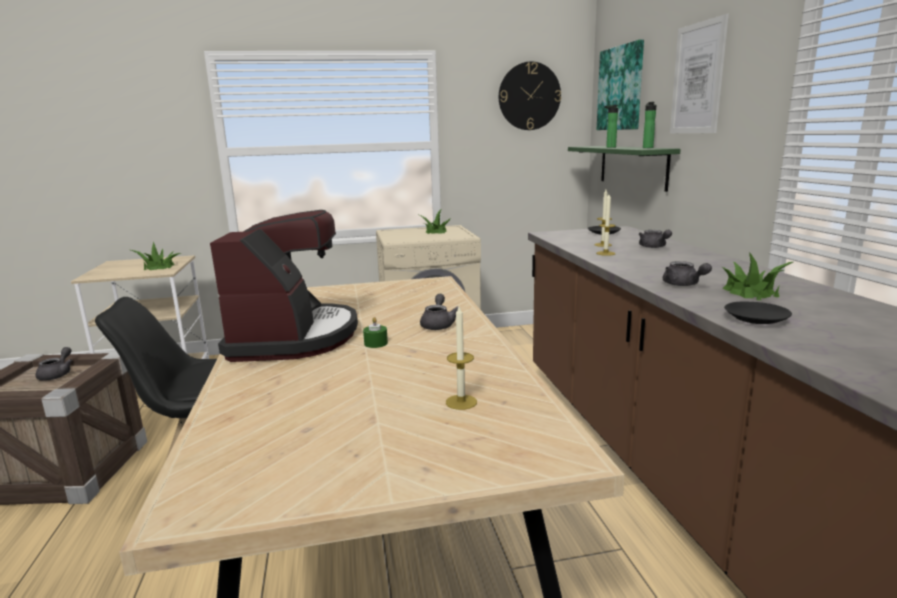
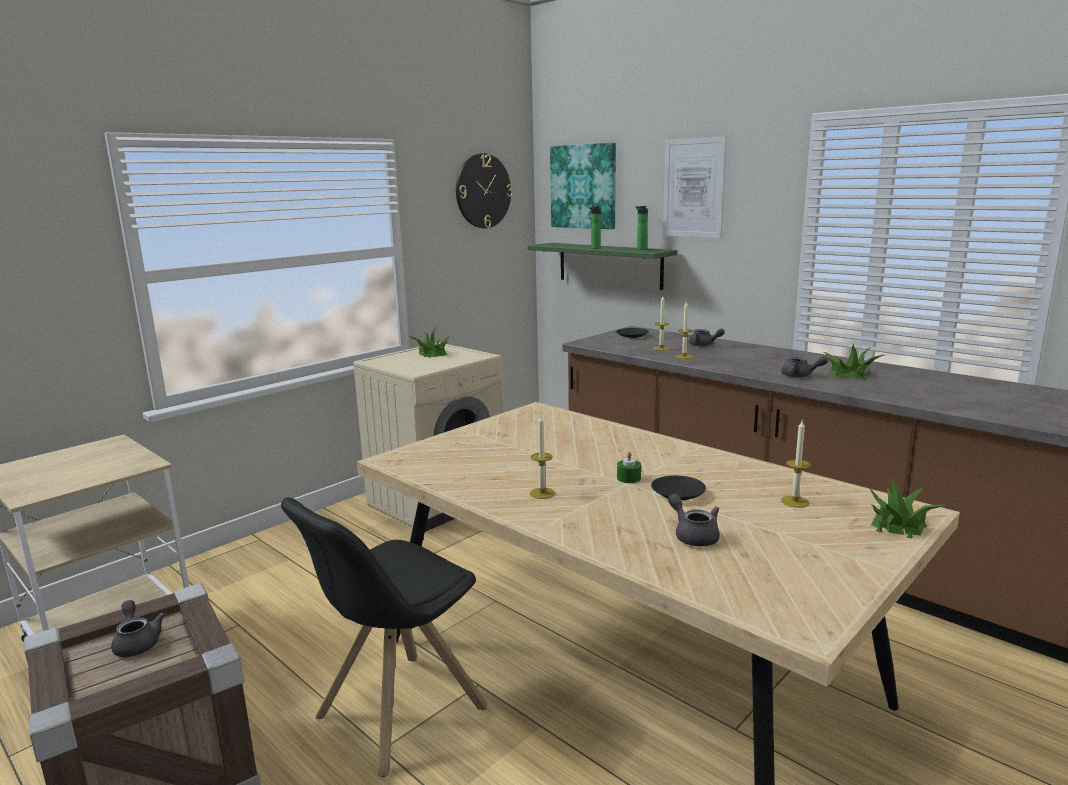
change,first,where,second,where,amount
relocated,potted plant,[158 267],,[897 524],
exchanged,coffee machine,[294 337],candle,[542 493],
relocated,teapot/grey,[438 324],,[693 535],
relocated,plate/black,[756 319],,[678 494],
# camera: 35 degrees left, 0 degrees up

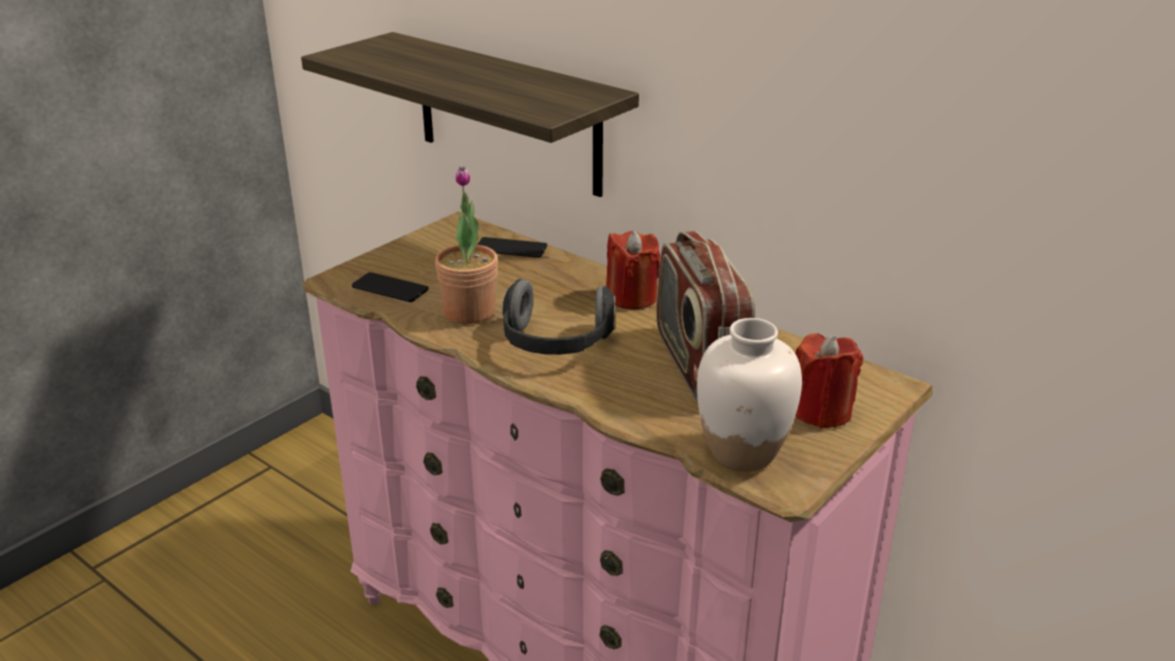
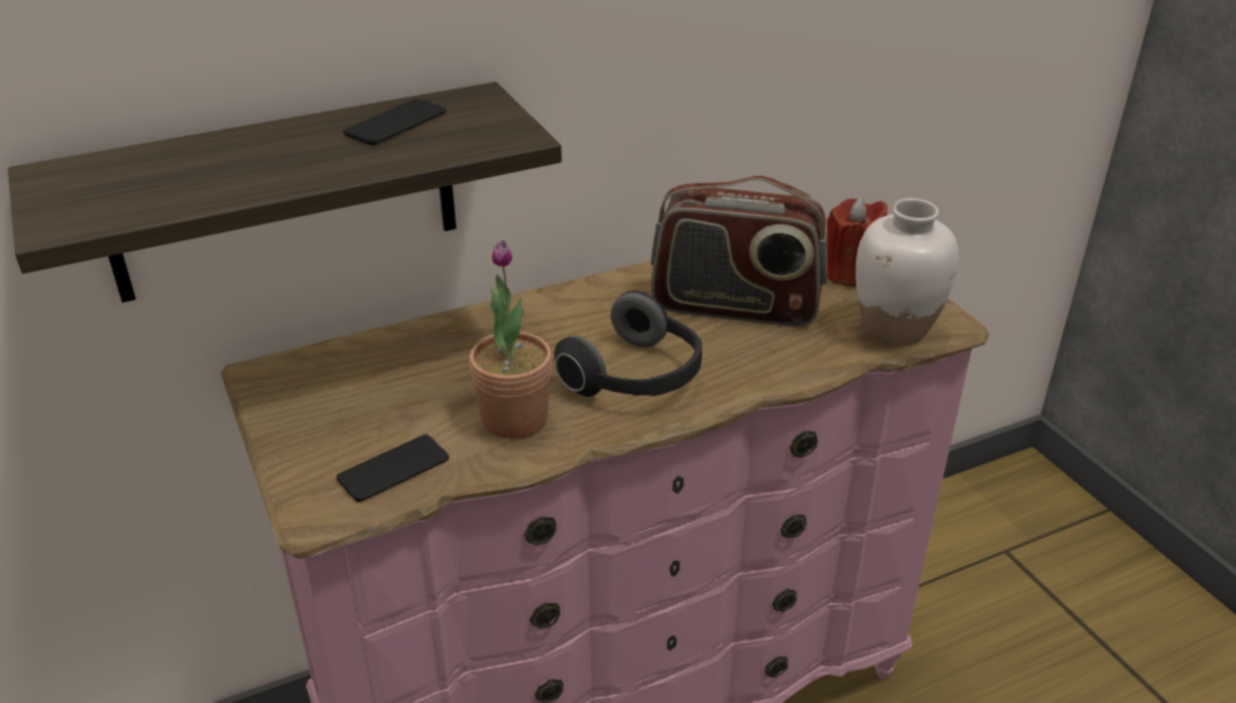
change,first,where,second,where,amount
relocated,phone,[511 248],,[396 123],
missing,candle/red,[631 297],,,
# camera: 65 degrees left, 5 degrees up

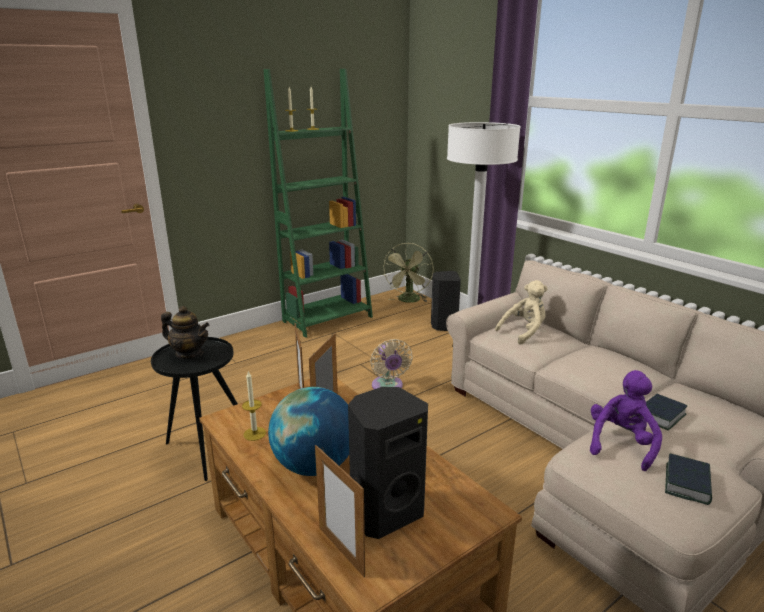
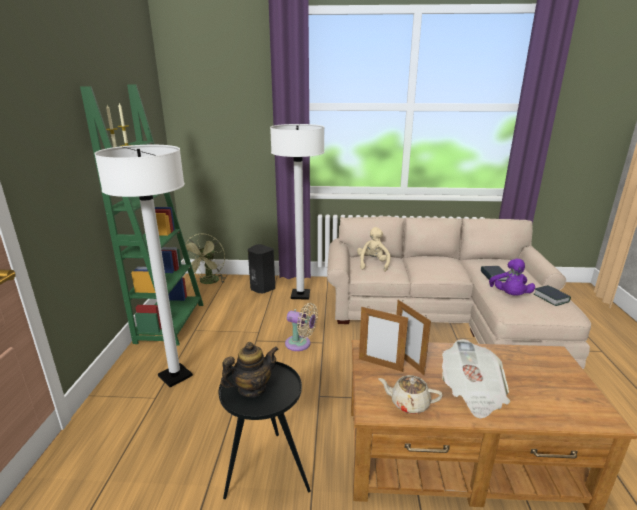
change,first,where,second,where,amount
exchanged,candle,[254 434],teapot/beige,[408 403],
exchanged,globe,[314 466],newspaper,[472 392],
missing,picture frame,[341 551],,,
missing,speaker/black,[385 512],,,
spun,fan/green,[408 301],,[208 282],45 degrees clockwise
spun,plush toy/purple,[621 444],,[509 295],150 degrees counterclockwise
appeared,,,floor lamp/white,[175 376],
# camera: 50 degrees left, 0 degrees up

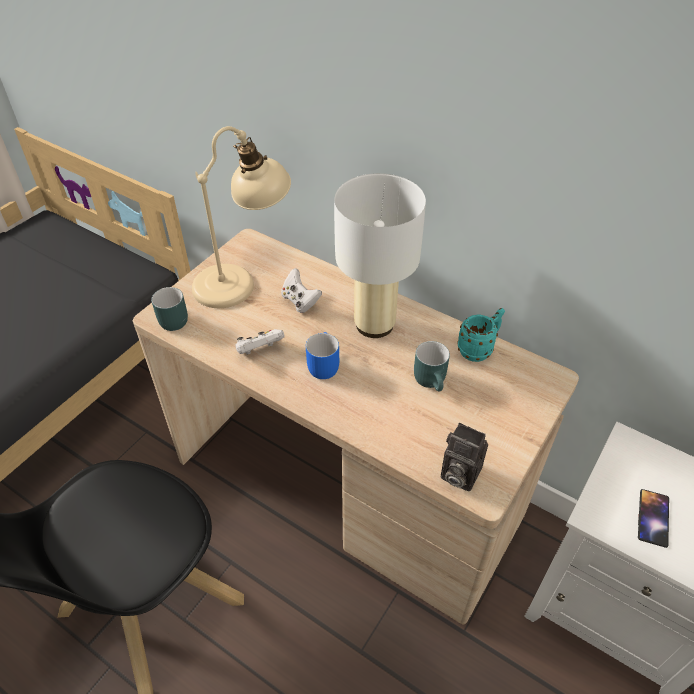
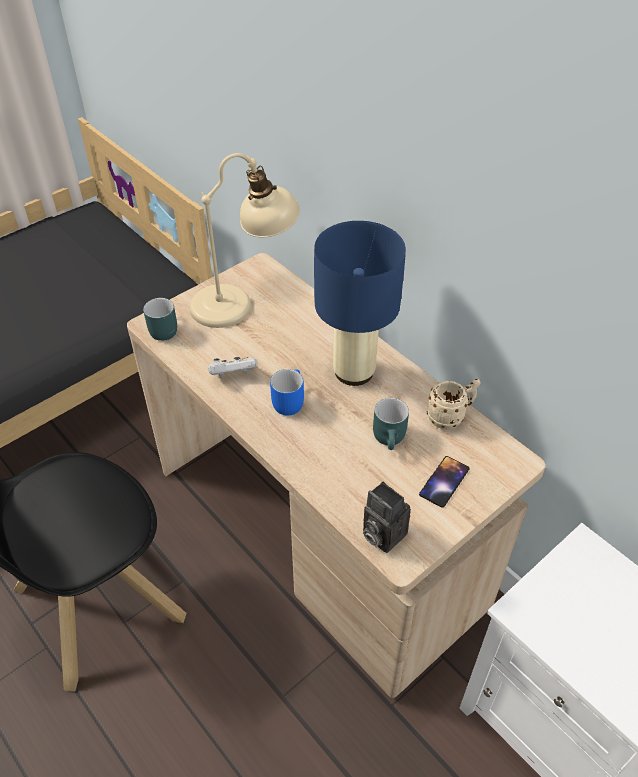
change,first,where,second,where,amount
missing,game controller/white,[300 301],,,
colour,table lamp/white,[375 324],table lamp/blue,[355 372],
colour,mug/turquoise,[479 349],mug/beige,[450 417],
relocated,phone,[653 518],,[444 481],
# camera: 15 degrees right, 0 degrees up

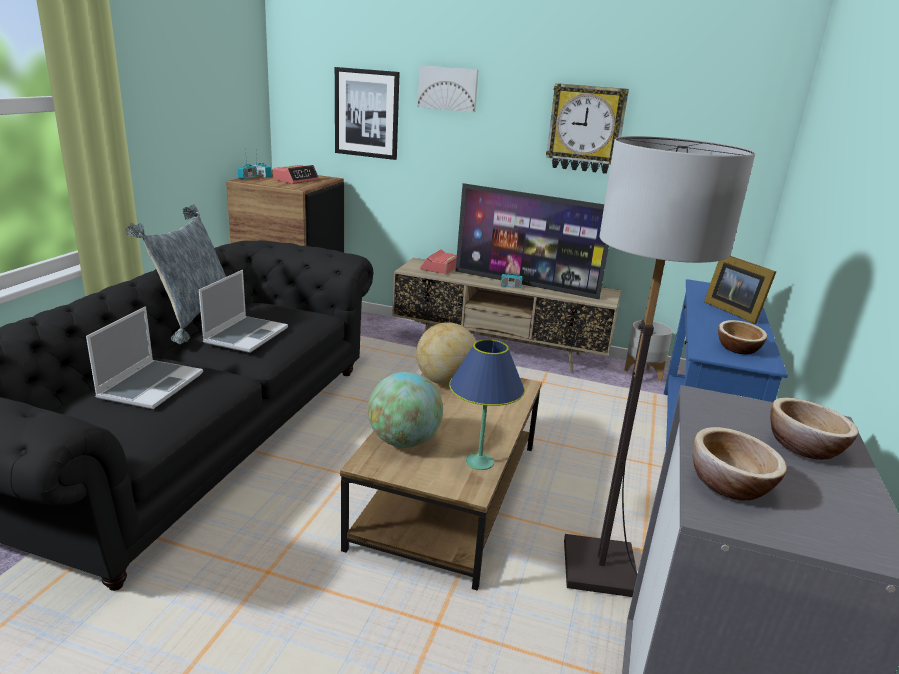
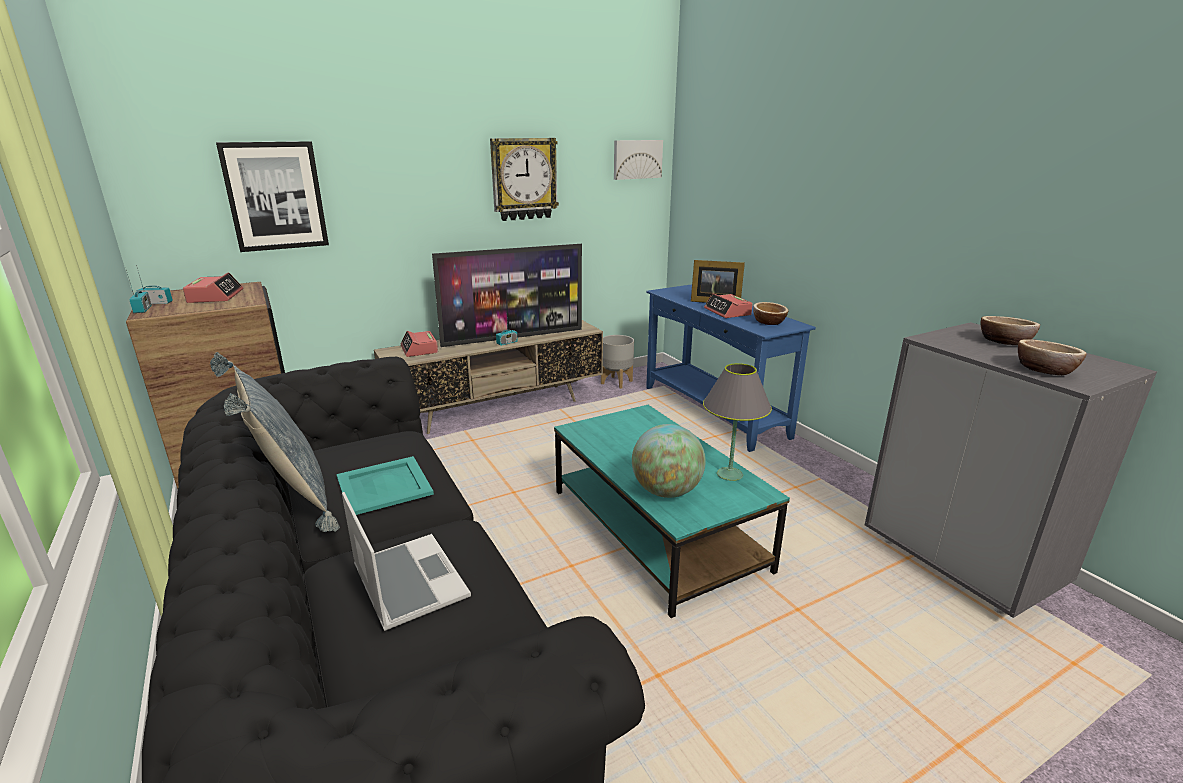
change,first,where,second,where,amount
exchanged,laptop,[246 335],tray/turquoise,[383 485],
colour,coffee table/brown,[449 492],coffee table/turquoise,[654 528],
missing,globe,[445 381],,,
relocated,picture,[448 88],,[637 159],
colour,table lamp/blue,[479 462],table lamp/grey,[730 474],
missing,floor lamp,[624 580],,,
appeared,,,alarm clock,[727 312],
# camera: 45 degrees left, 0 degrees up

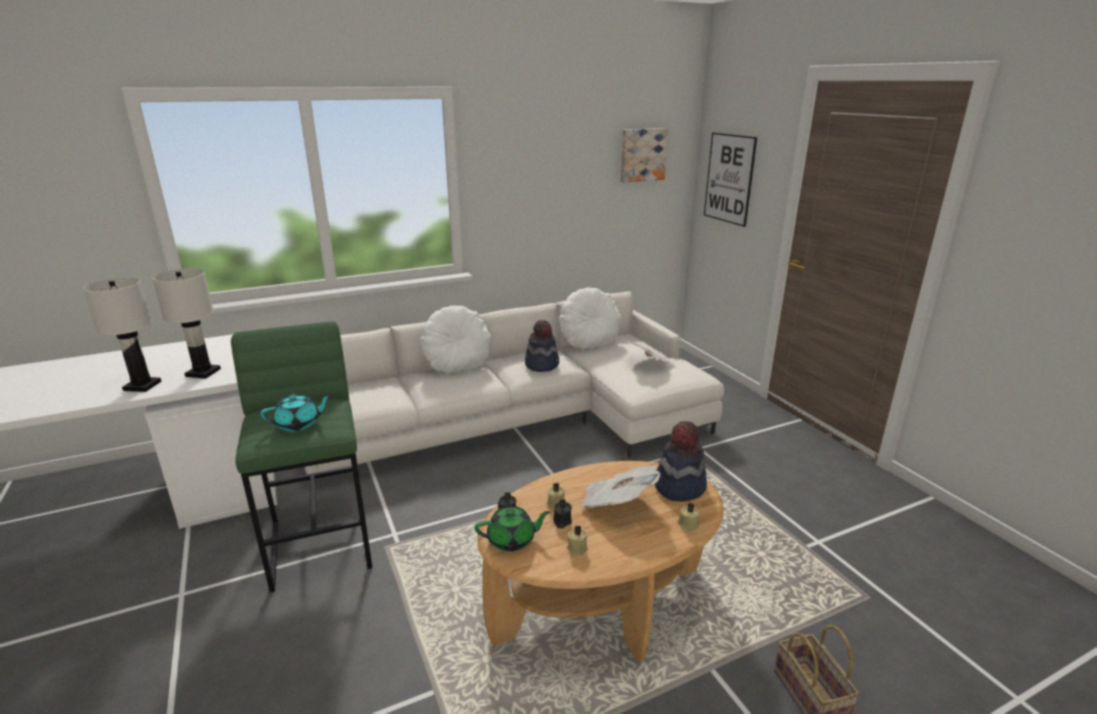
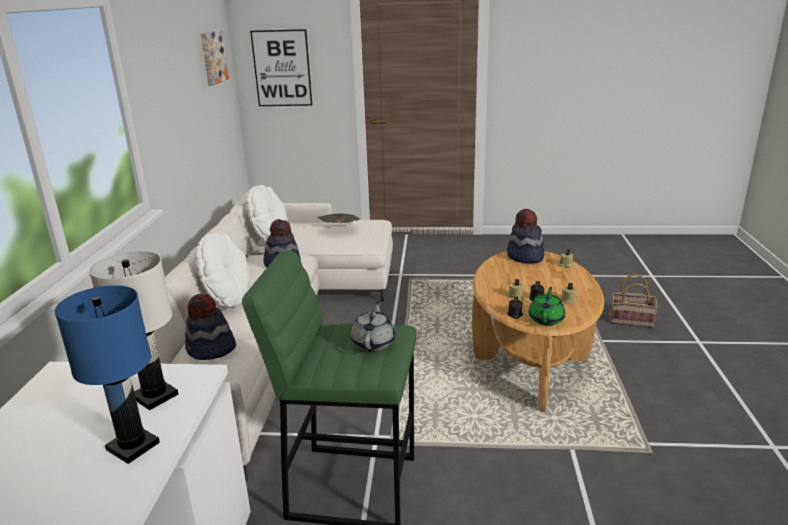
change,first,where,second,where,amount
colour,table lamp/white,[142 386],table lamp/blue,[134 446],
colour,teapot/turquoise,[299 424],teapot/grey,[373 342],
missing,newspaper,[617 503],,,
appeared,,,hat,[211 350],
# camera: 60 degrees left, 0 degrees up

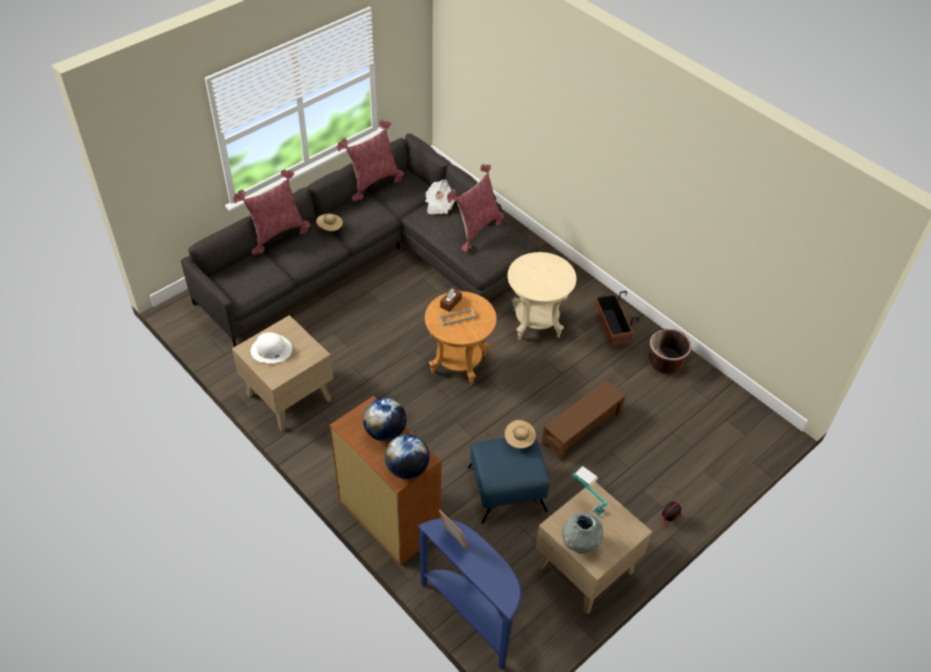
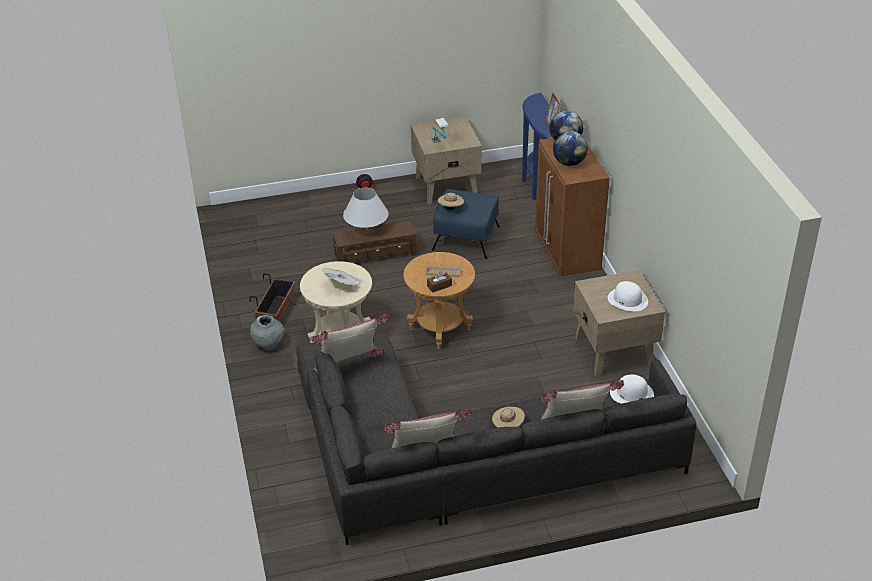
change,first,where,second,where,amount
relocated,newspaper,[439 205],,[343 285],
relocated,vase/grey,[579 544],,[269 346],
missing,planter/brown,[665 362],,,
appeared,,,table lamp/white,[366 229],
appeared,,,hat/white,[631 393],
# camera: 150 degrees left, 10 degrees down

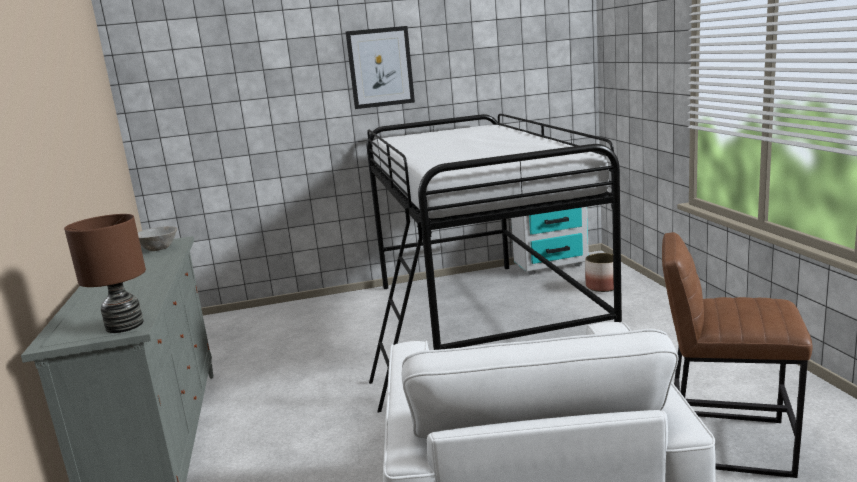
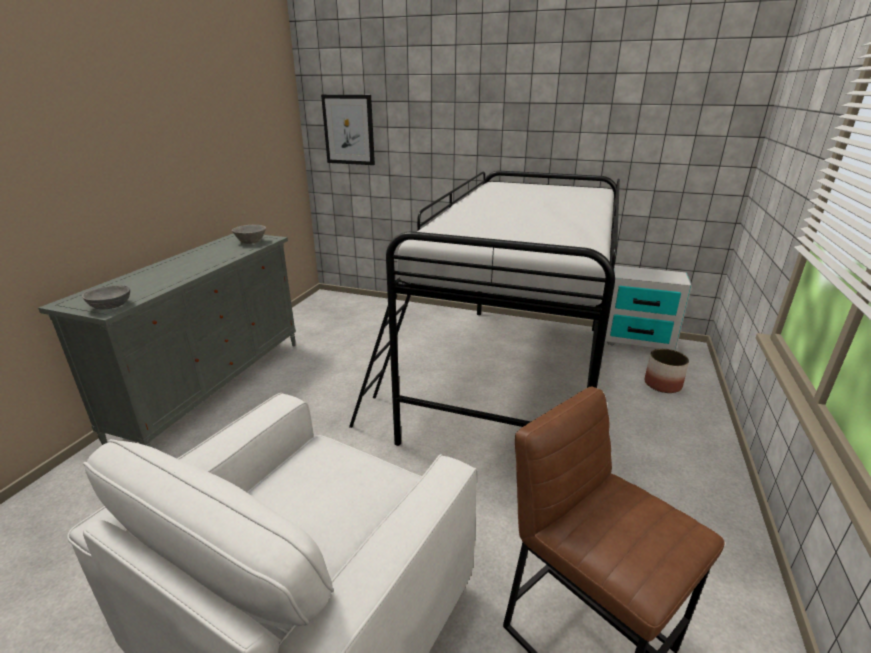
change,first,where,second,where,amount
exchanged,table lamp/brown,[124 326],bowl/grey,[110 306],
relocated,picture,[380 67],,[349 130],
# camera: 30 degrees right, 10 degrees up

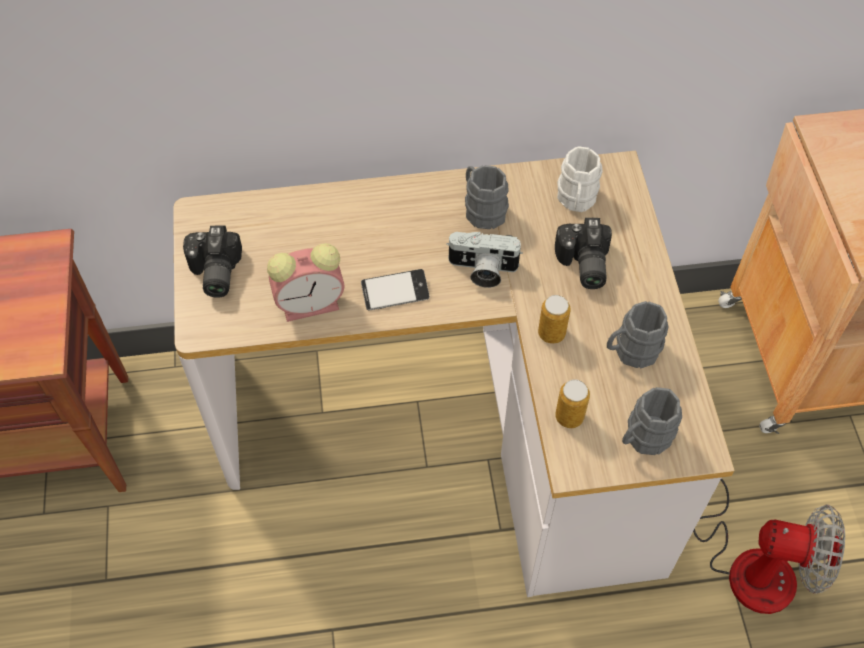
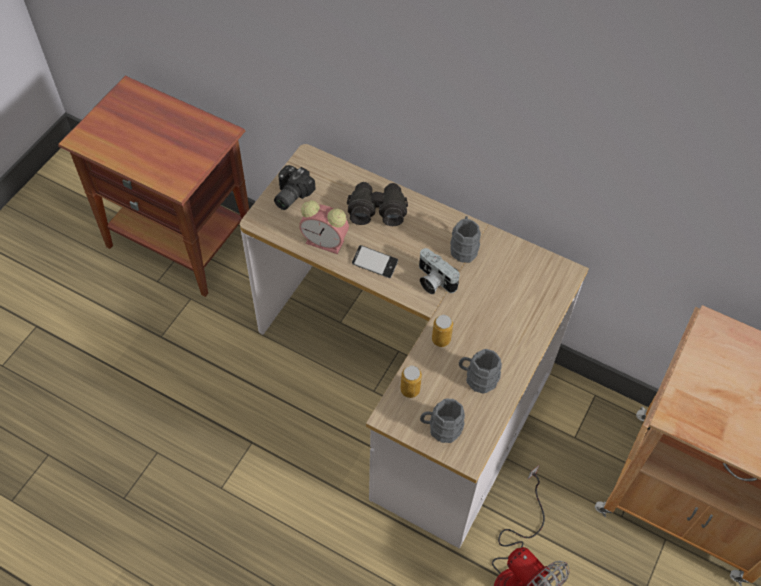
change,first,where,second,where,amount
missing,photo camera,[582 265],,,
missing,mug/white,[576 201],,,
appeared,,,binoculars/black,[377 209],
# camera: 35 degrees right, 0 degrees up

